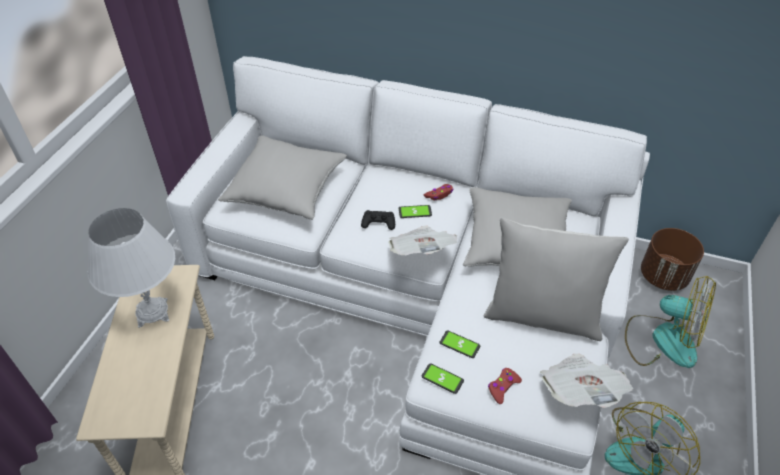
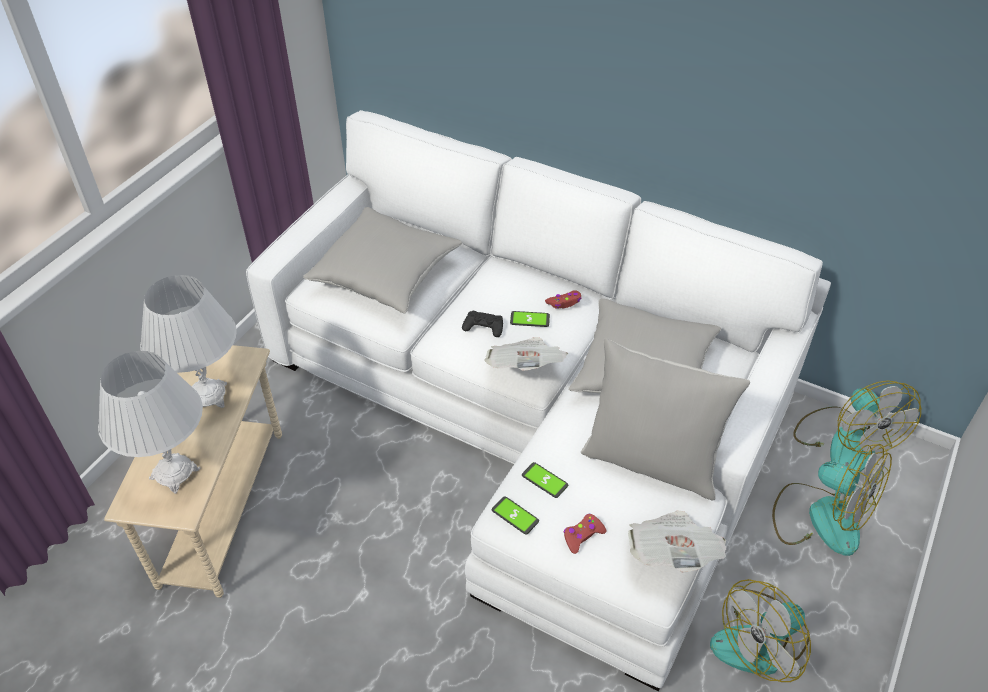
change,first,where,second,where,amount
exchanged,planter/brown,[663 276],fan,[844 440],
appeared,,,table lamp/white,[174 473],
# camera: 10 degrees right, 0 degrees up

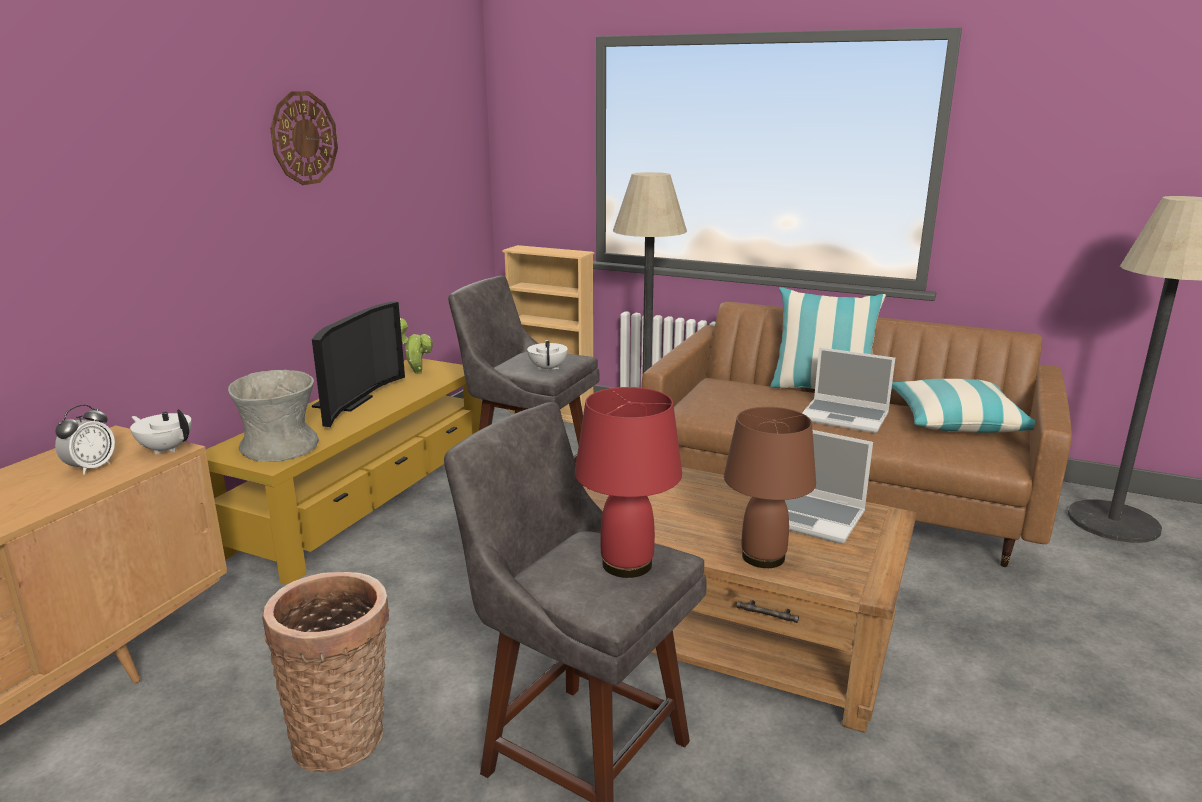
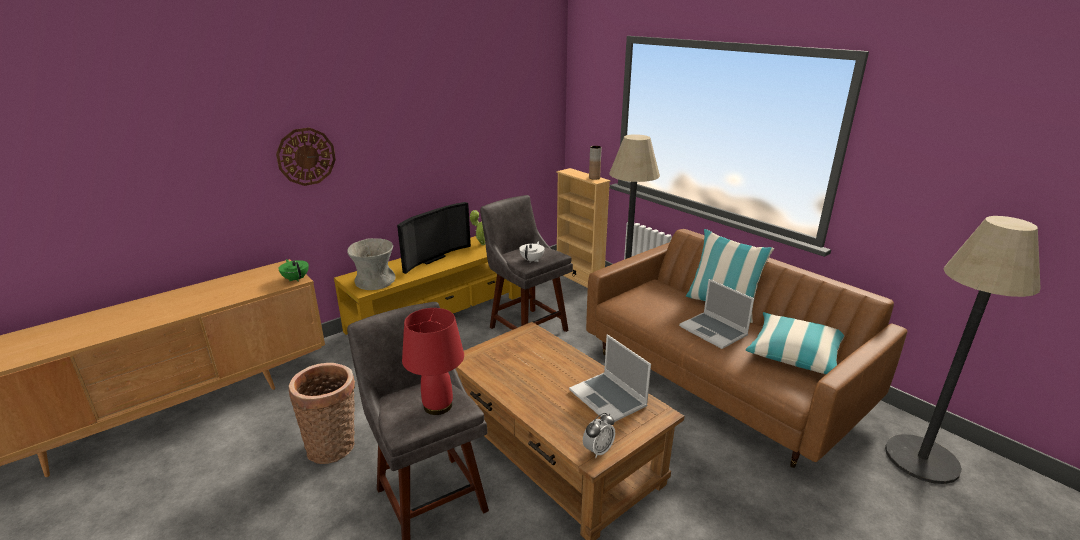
change,first,where,second,where,amount
relocated,alarm clock,[91 468],,[598 450],
colour,teapot/white,[166 449],teapot/green,[296 279],
relocated,wall clock,[304 138],,[306 156],
missing,table lamp/brown,[762 557],,,
appeared,,,vase/brown,[594 178],
# camera: 25 degrees right, 5 degrees up

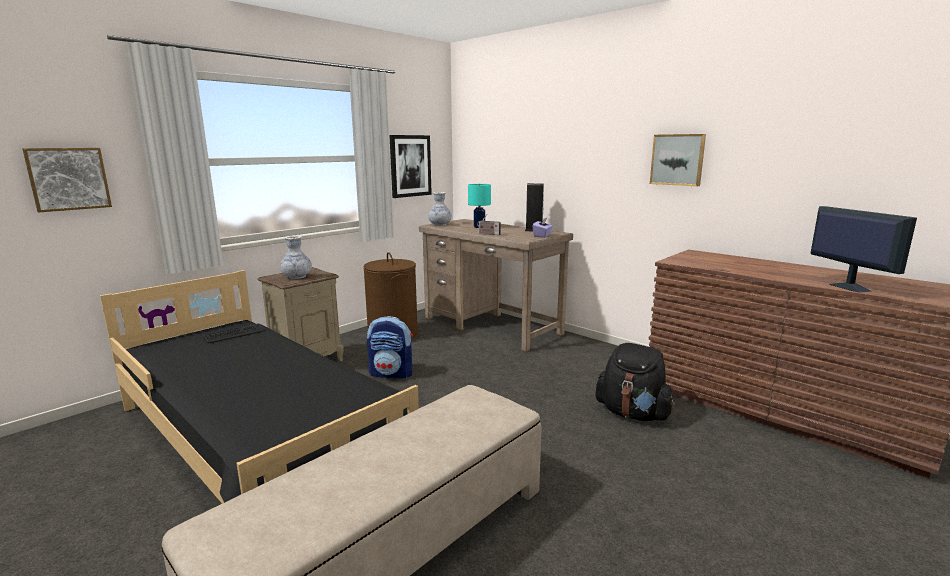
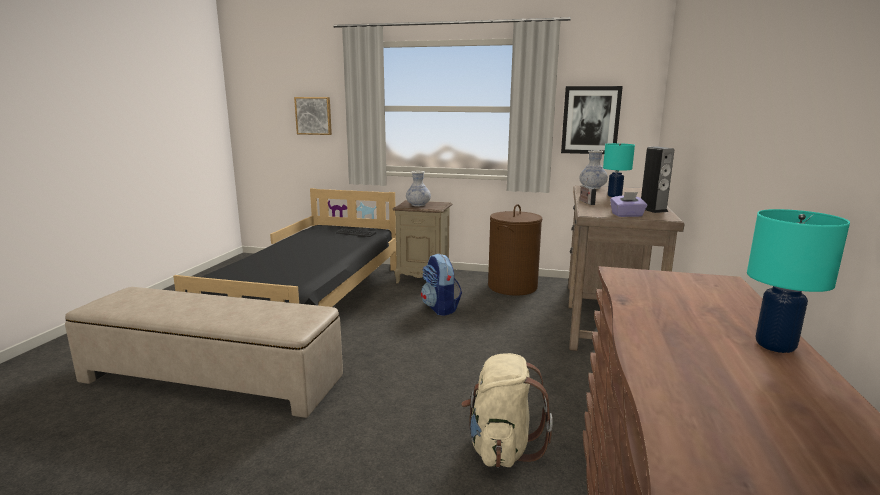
change,first,where,second,where,amount
colour,backpack/black,[632 414],backpack/beige,[501 447],
missing,picture,[677 159],,,
missing,monitor,[848 287],,,
appeared,,,table lamp/turquoise,[777 346],
# camera: 60 degrees right, 0 degrees up

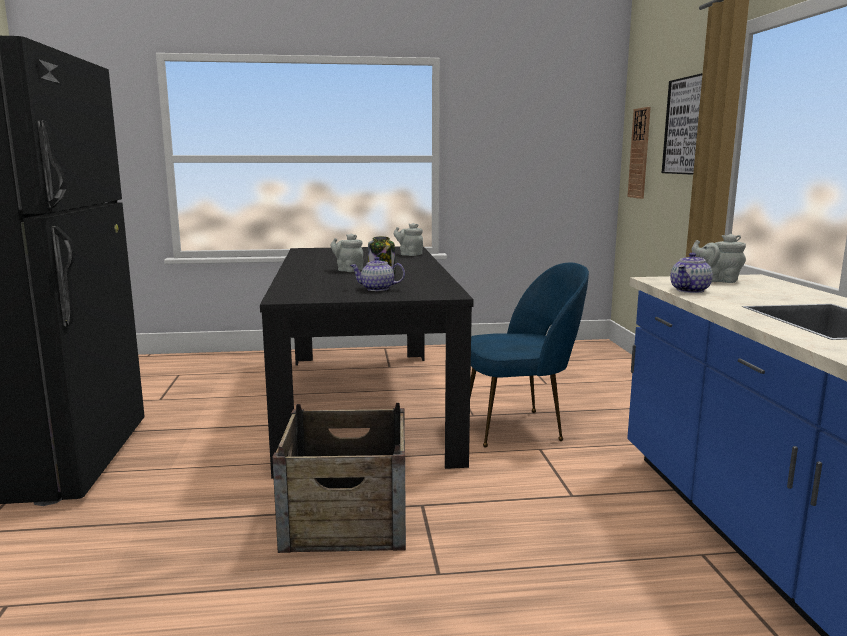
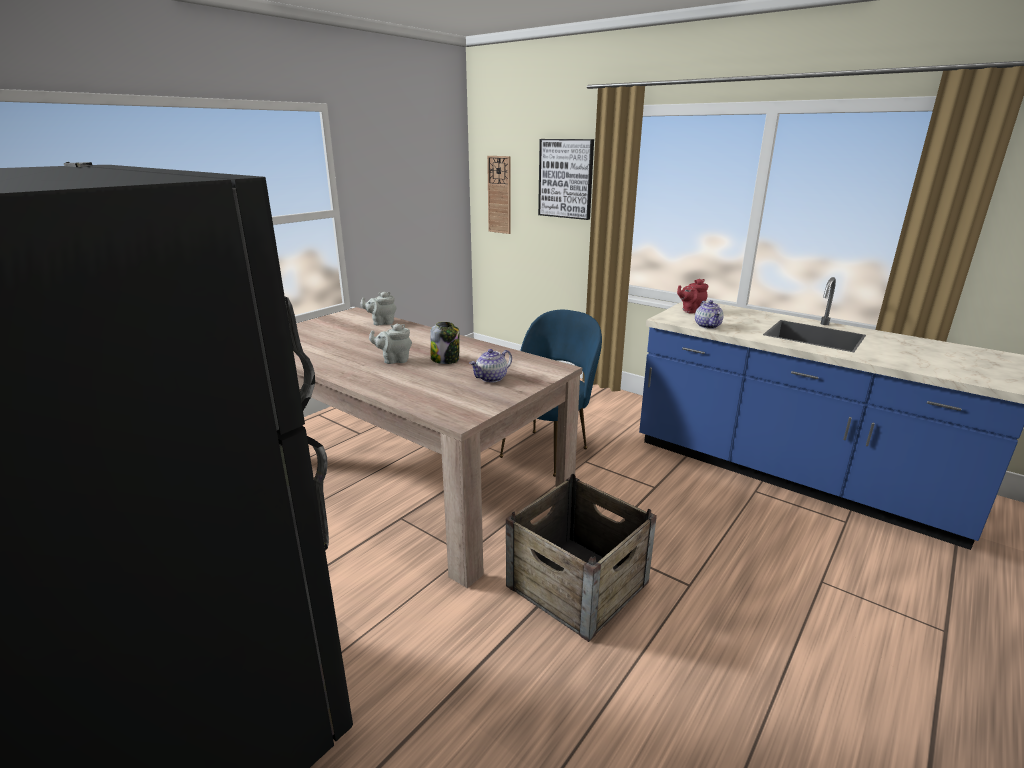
change,first,where,second,where,amount
colour,dining table/black,[364 403],dining table/beige,[405 478],
colour,teapot/grey,[718 280],teapot/red,[691 311],
# camera: 45 degrees left, 10 degrees up

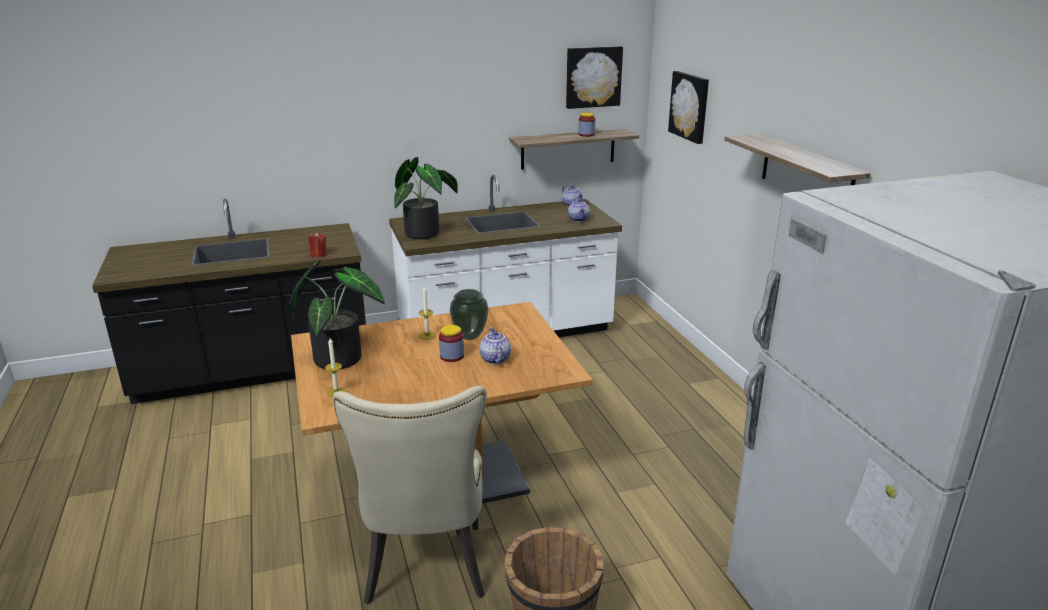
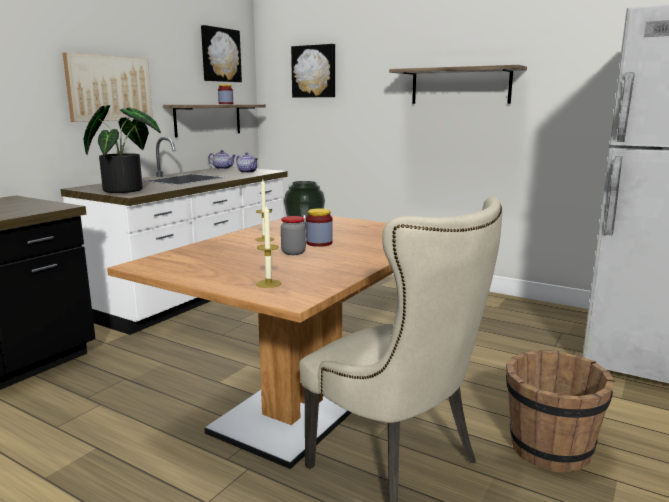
change,first,where,second,where,amount
missing,potted plant,[343 357],,,
missing,candle/red,[318 254],,,
missing,teapot,[494 359],,,
appeared,,,picture,[109 88],
appeared,,,jar,[293 252],
# camera: 40 degrees left, 10 degrees down

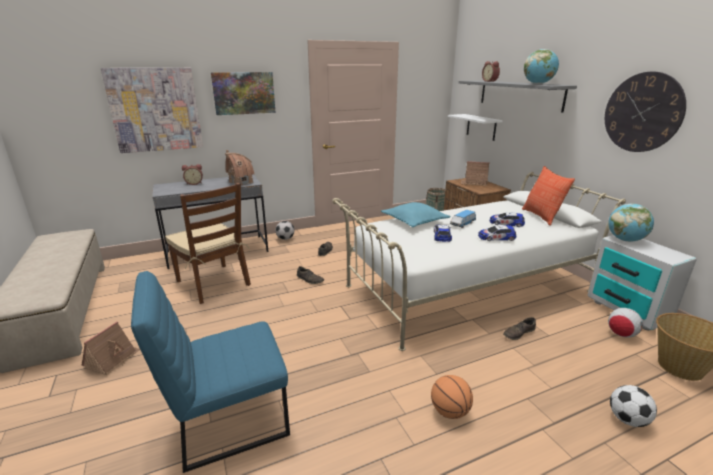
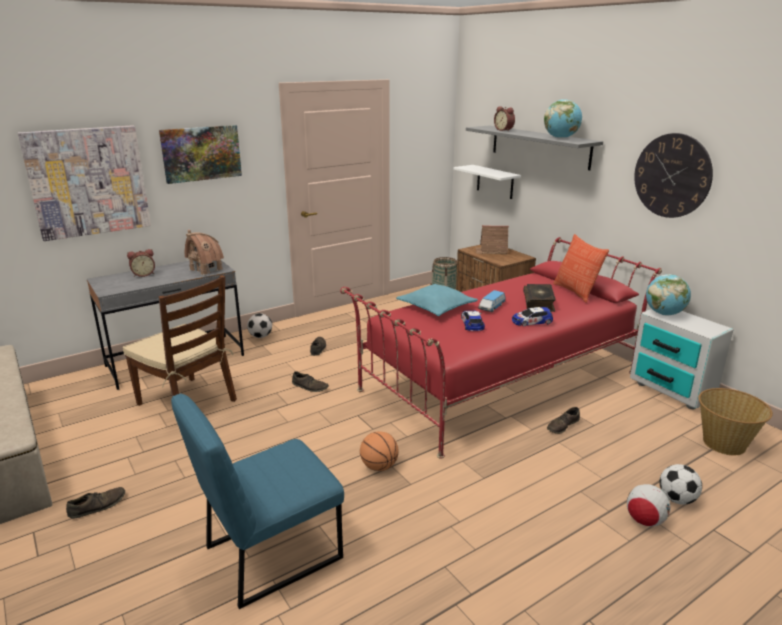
change,first,where,second,where,amount
exchanged,toy house,[112 359],shoe/brown,[97 506],
colour,bed/white,[467 289],bed/red,[499 382],
relocated,basketball,[449 411],,[379 467],
exchanged,toy car,[506 223],book,[539 303],
relocated,football,[621 334],,[644 521],
# camera: 10 degrees left, 0 degrees up

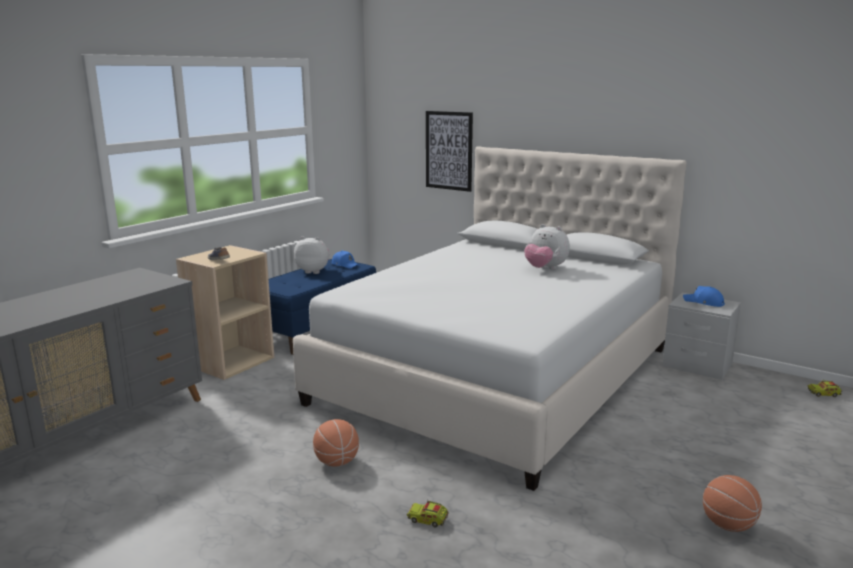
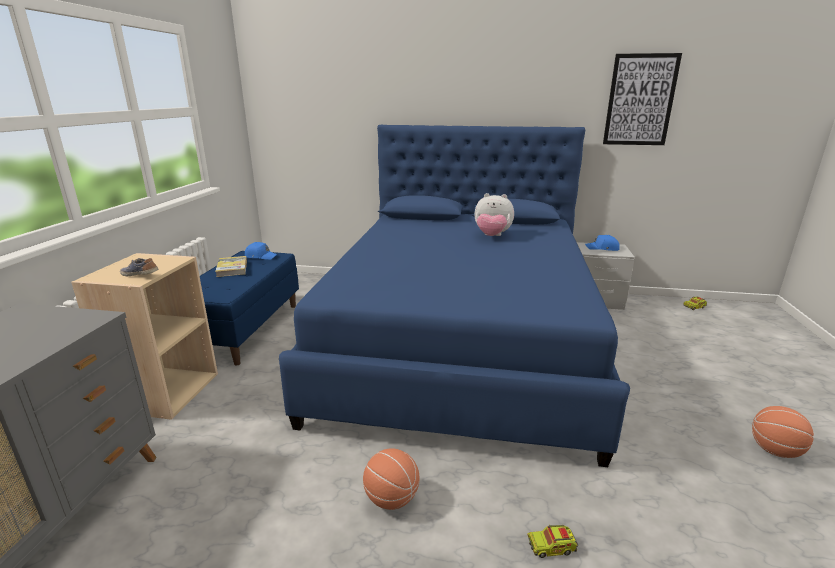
change,first,where,second,where,amount
colour,bed/white,[498 375],bed/blue,[460 343],
exchanged,plush toy,[313 271],book,[232 268],
relocated,picture,[449 150],,[640 100],
# camera: 25 degrees left, 5 degrees up

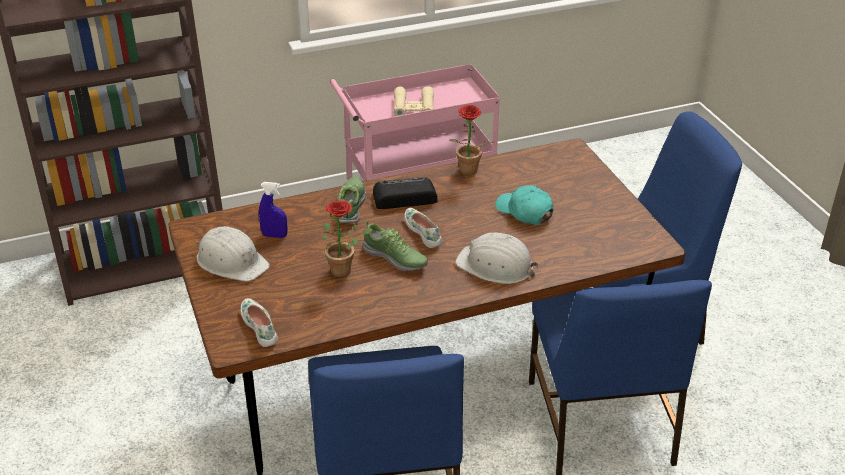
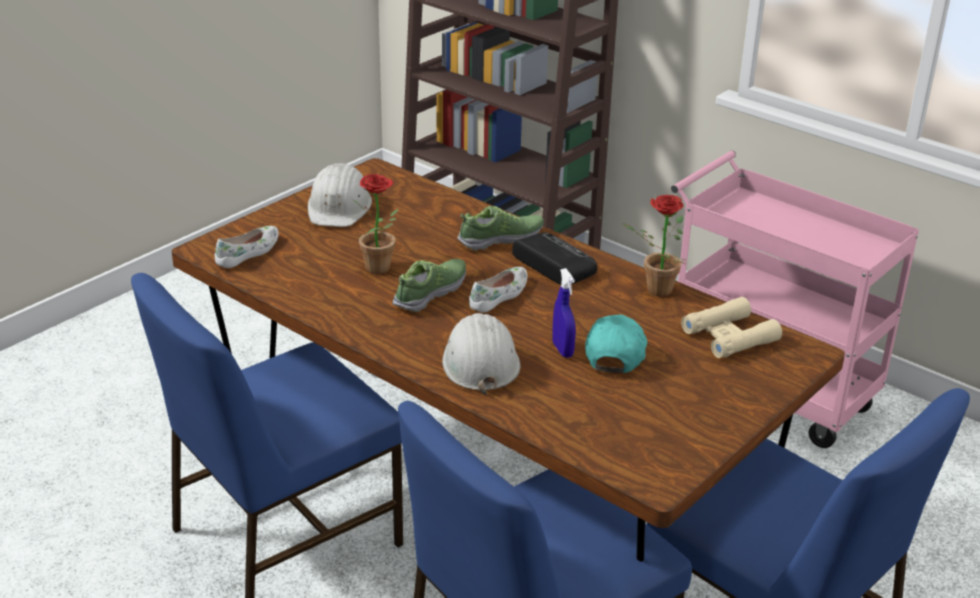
change,first,where,second,where,amount
relocated,spray bottle/blue,[274 235],,[562 350],
spun,shoe,[395 258],,[431 293],150 degrees counterclockwise
relocated,binoculars/beige,[413 107],,[729 336],
# camera: 60 degrees right, 5 degrees down

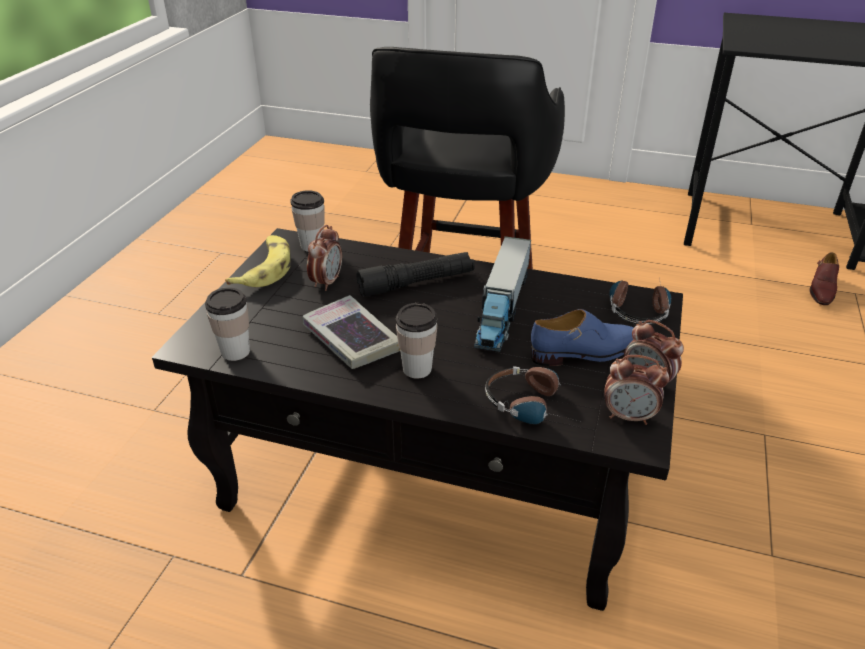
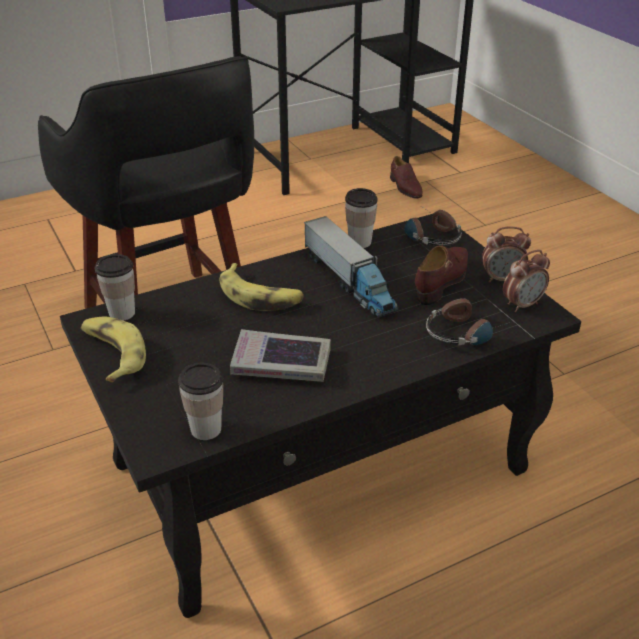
change,first,where,second,where,amount
missing,alarm clock,[326 282],,,
exchanged,flashlight/black,[416 283],banana,[260 296],
relocated,cup,[417 369],,[359 242],
colour,shoe/blue,[586 352],shoe/brown,[443 280],
# camera: 45 degrees left, 0 degrees up

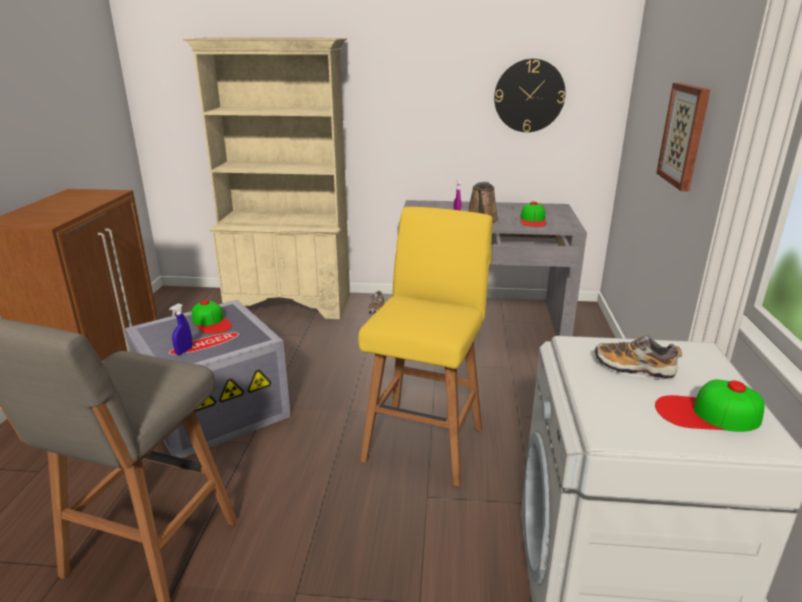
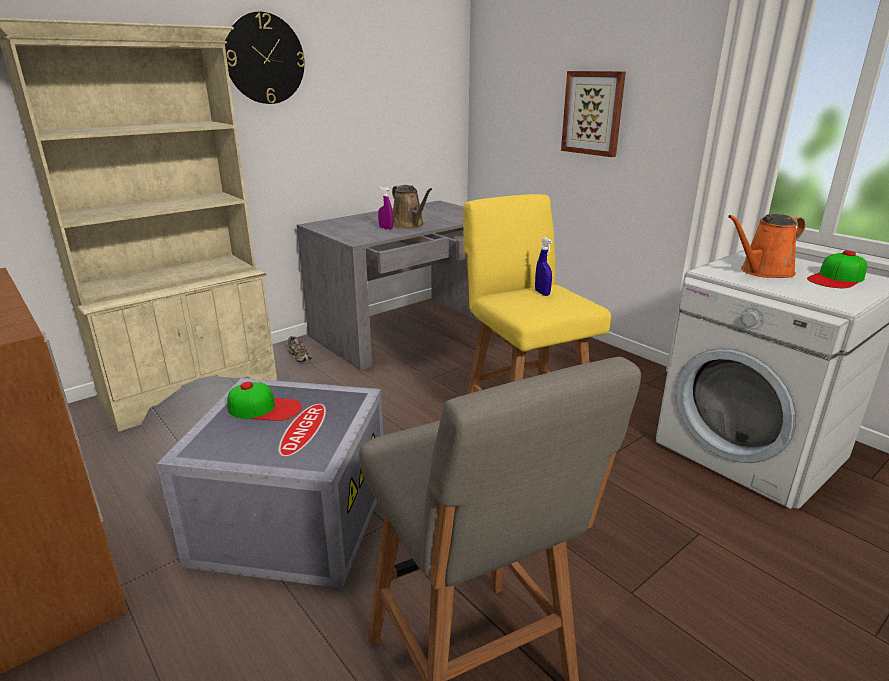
change,first,where,second,where,amount
relocated,spray bottle/blue,[184 351],,[542 293],
relocated,wall clock,[529 96],,[264 59],
missing,cap,[533 220],,,
exchanged,shoe,[634 369],watering can/orange,[763 272],
# camera: 45 degrees left, 0 degrees up

